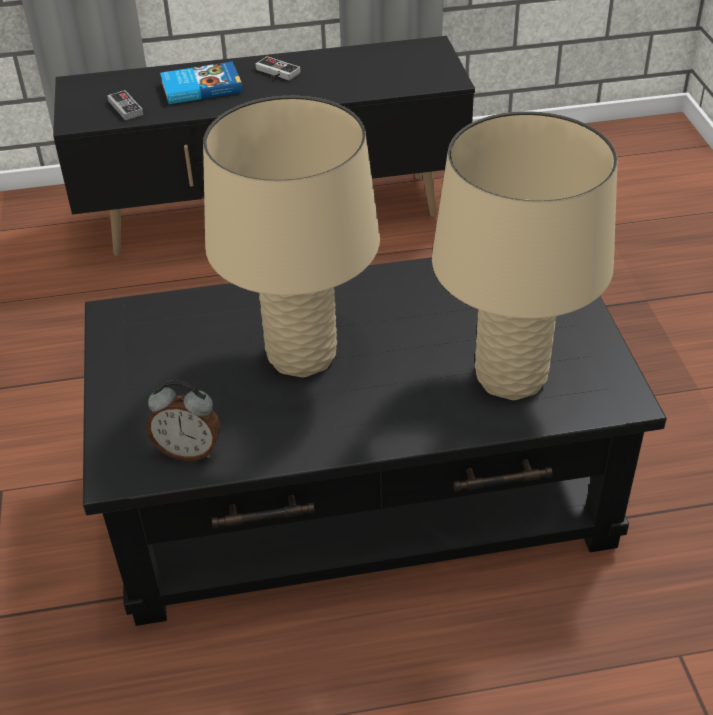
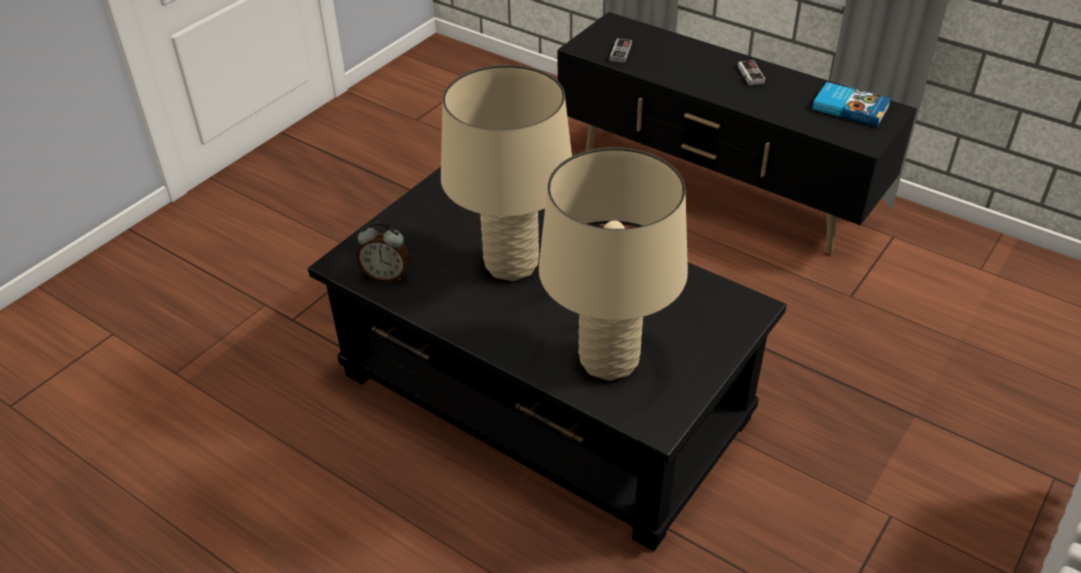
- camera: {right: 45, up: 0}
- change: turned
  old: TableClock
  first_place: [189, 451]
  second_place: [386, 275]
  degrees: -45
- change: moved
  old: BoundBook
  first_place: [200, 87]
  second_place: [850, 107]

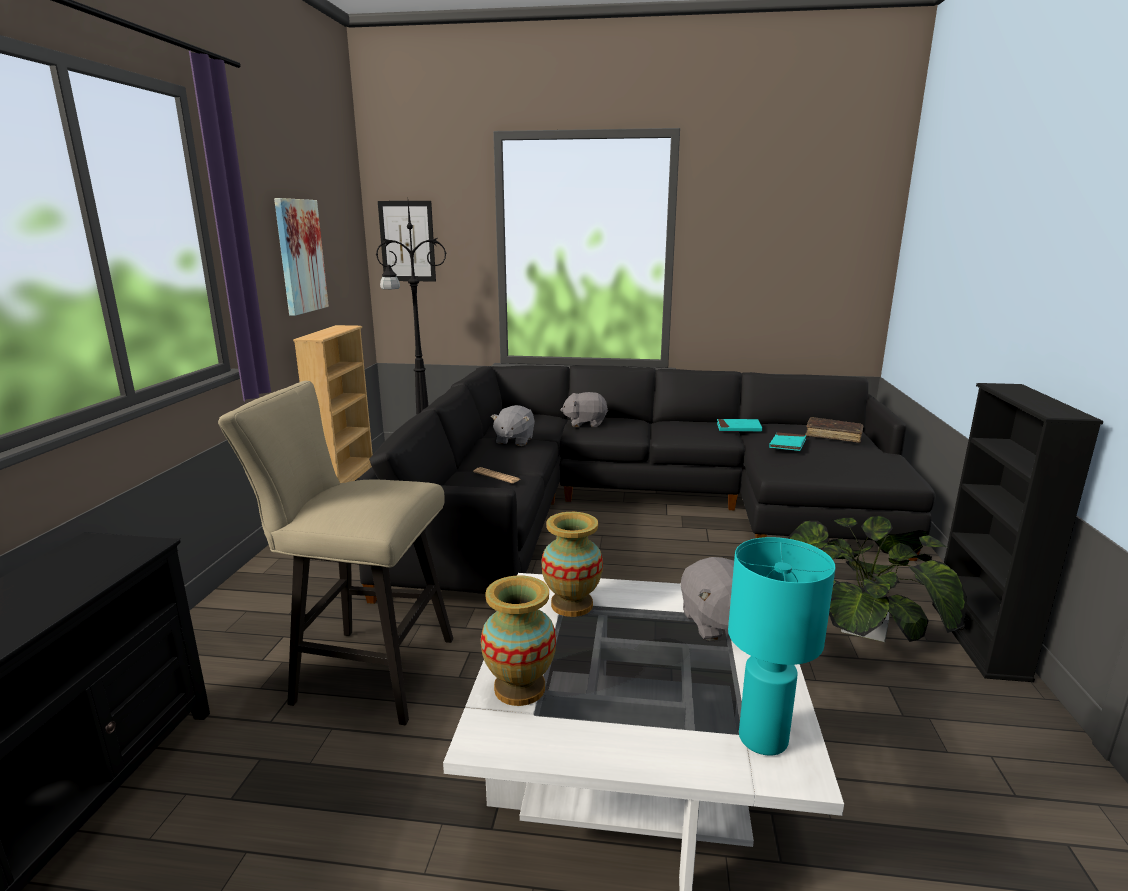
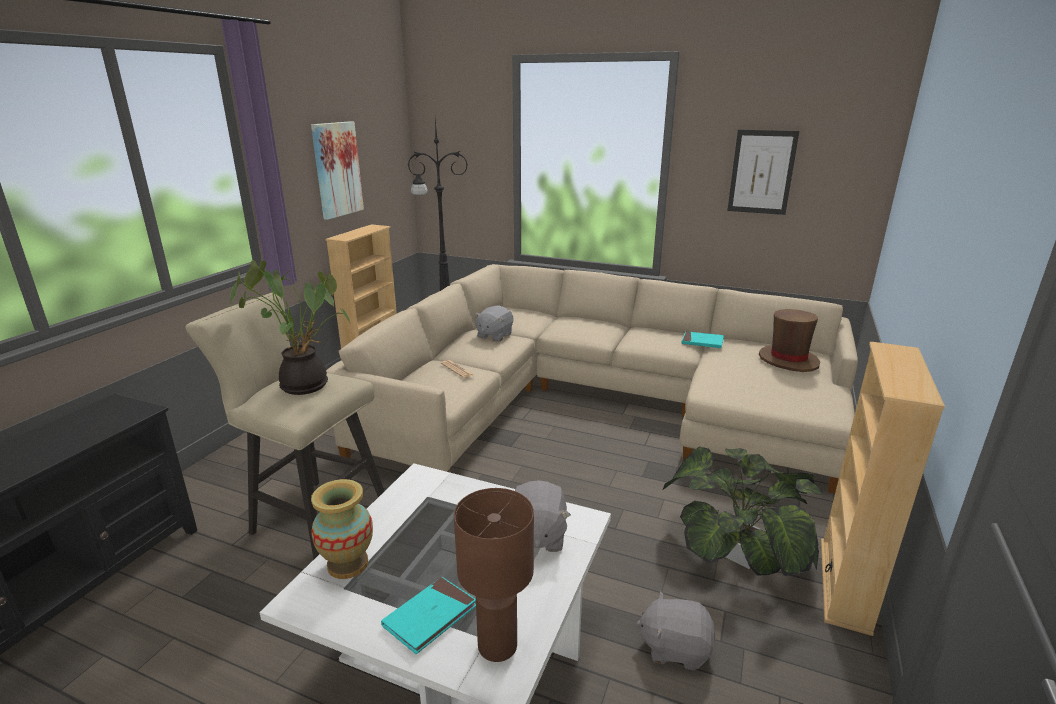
- camera: {right: 15, up: 5}
- change: added
  new: PottedPlant
  second_place: [306, 384]
- change: recoloured
  old: BlackColouredSettee
  new: SandColouredSettee
  first_place: [634, 507]
  second_place: [597, 403]
- change: moved
  old: TurquoiseBoundBook
  first_place: [787, 444]
  second_place: [430, 617]
- change: recoloured
  old: TurquoiseLampForATable
  new: BrownLampForATable
  first_place: [764, 738]
  second_place: [498, 645]
- change: moved
  old: GreyCuddlyToy
  first_place: [585, 423]
  second_place: [675, 647]
- change: moved
  old: WallArt
  first_place: [407, 241]
  second_place: [761, 172]
- change: replaced
  old: BrownBoundBook
  new: BrownClothingHat
  first_place: [833, 435]
  second_place: [788, 360]
- change: recoloured
  old: BlackColouredBookcase
  new: SandColouredBookcase
  first_place: [979, 640]
  second_place: [845, 584]
- change: removed
  old: Vase
  first_place: [571, 605]

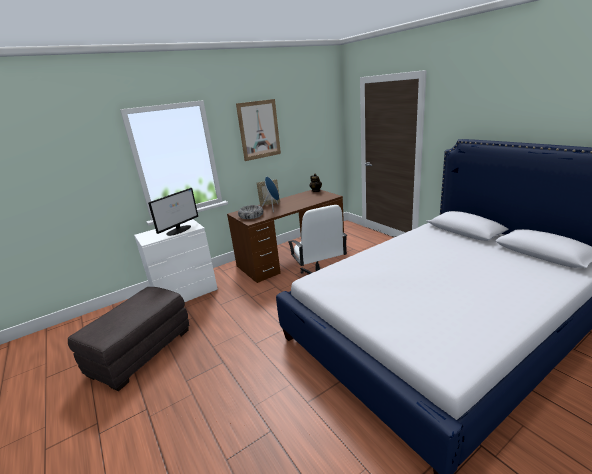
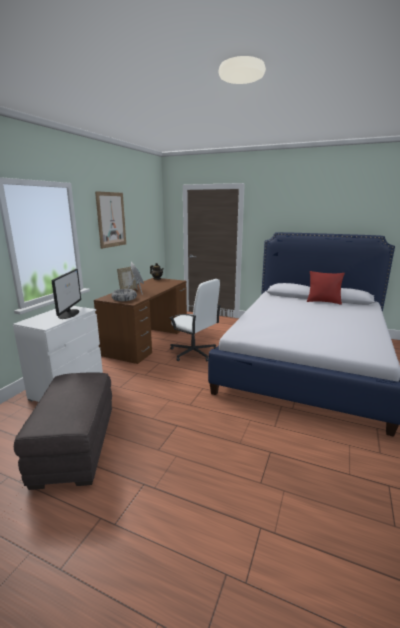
- camera: {right: -35, up: -5}
- change: added
  new: RedPillow
  second_place: [323, 302]

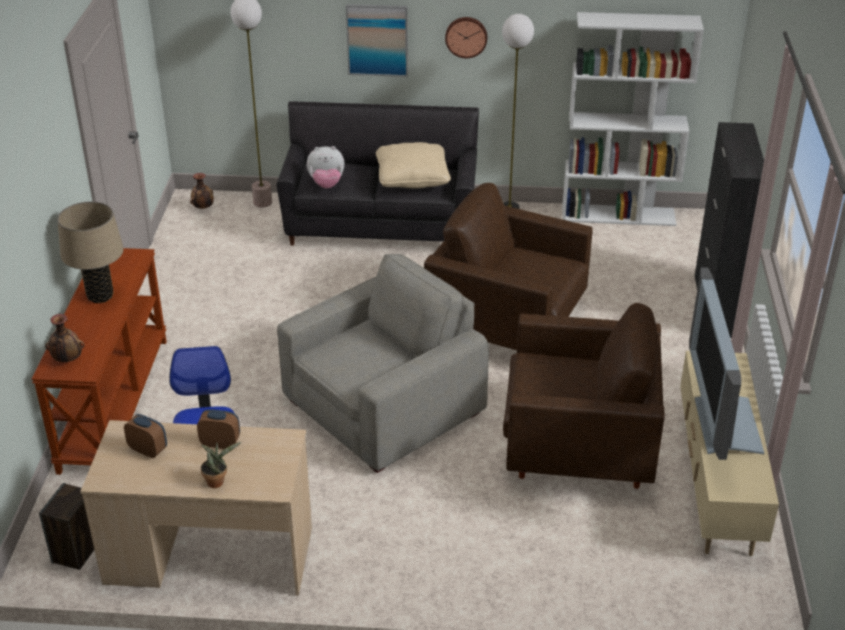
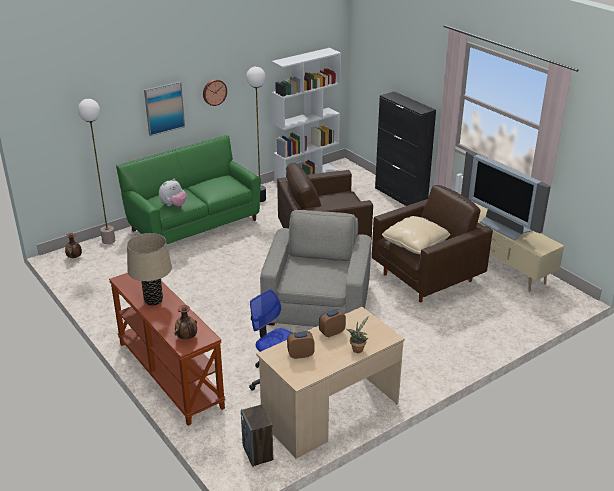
- camera: {right: -40, up: -5}
- change: recoloured
  old: BlackColouredSettee
  new: GreenColouredSettee
  first_place: [381, 225]
  second_place: [194, 225]
- change: moved
  old: SandColouredPillow
  first_place: [412, 178]
  second_place: [415, 243]

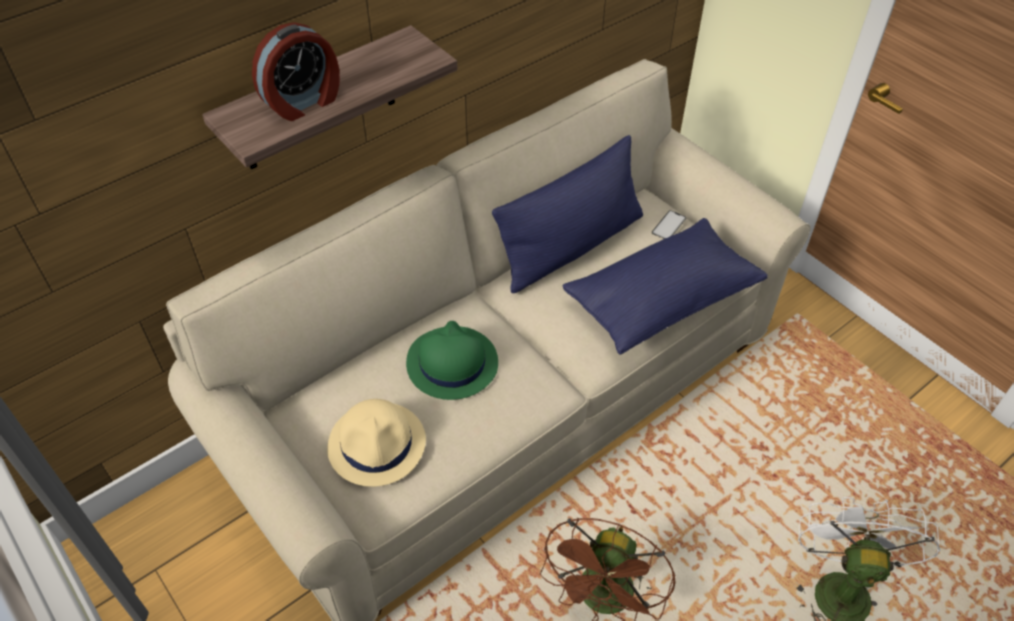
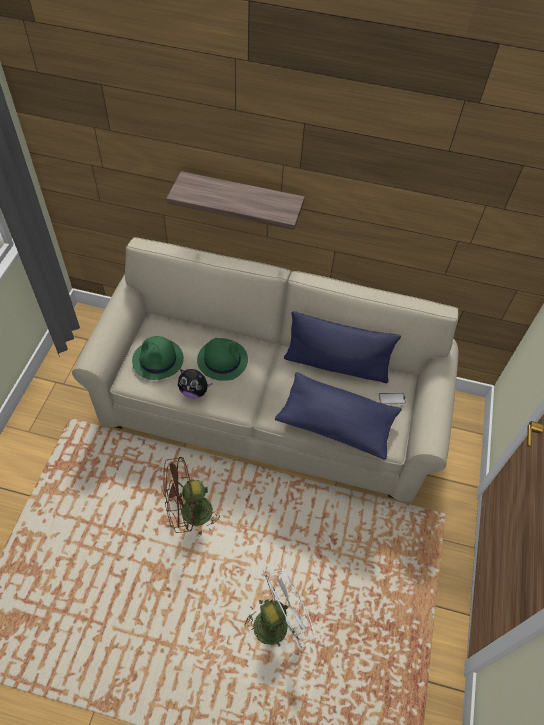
- camera: {right: 50, up: 5}
- change: recoloured
  old: SandColouredClothingHat
  new: GreenColouredClothingHat
  first_place: [378, 444]
  second_place: [158, 360]
- change: added
  new: CuddlyToy
  second_place: [194, 391]
- change: removed
  old: TableClock
  first_place: [303, 102]

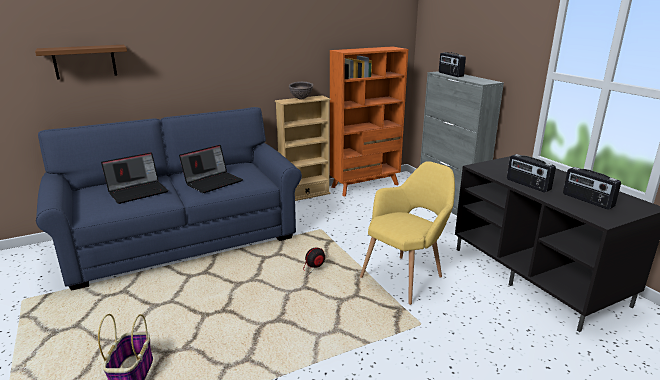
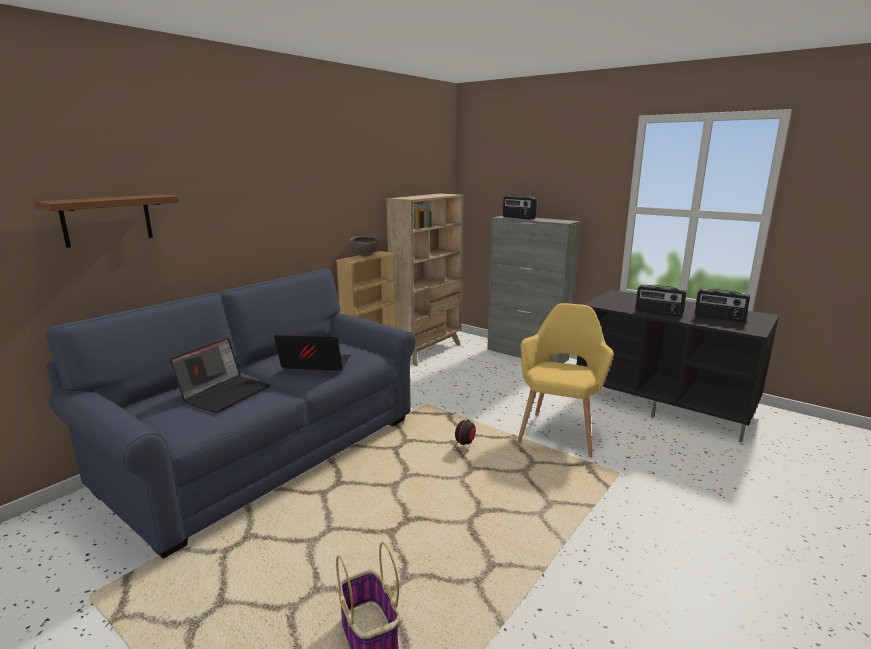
- camera: {right: -25, up: -5}
- change: turned
  old: Laptop
  first_place: [213, 182]
  second_place: [314, 365]
  degrees: -105
- change: recoloured
  old: OrangeColouredBookcase
  new: SandColouredBookcase
  first_place: [365, 186]
  second_place: [428, 351]

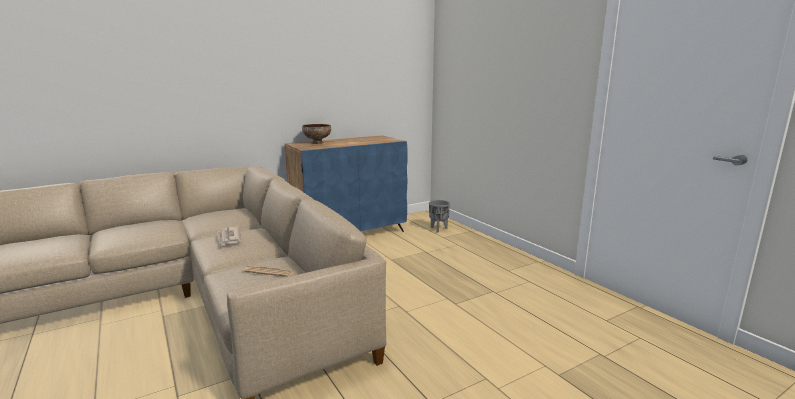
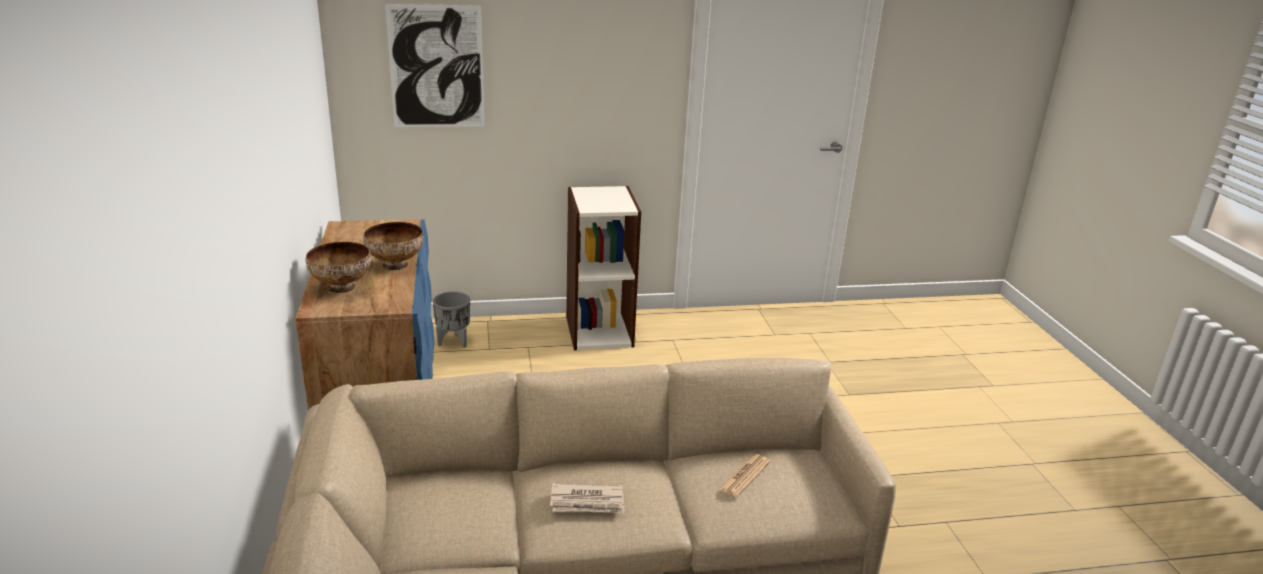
- camera: {right: -70, up: 10}
- change: added
  new: ServingBowl
  second_place: [396, 265]
- change: added
  new: WallArt
  second_place: [436, 67]
- change: added
  new: Bookcase
  second_place: [599, 331]

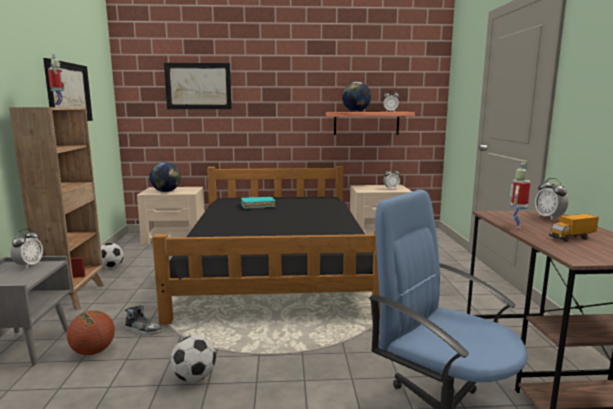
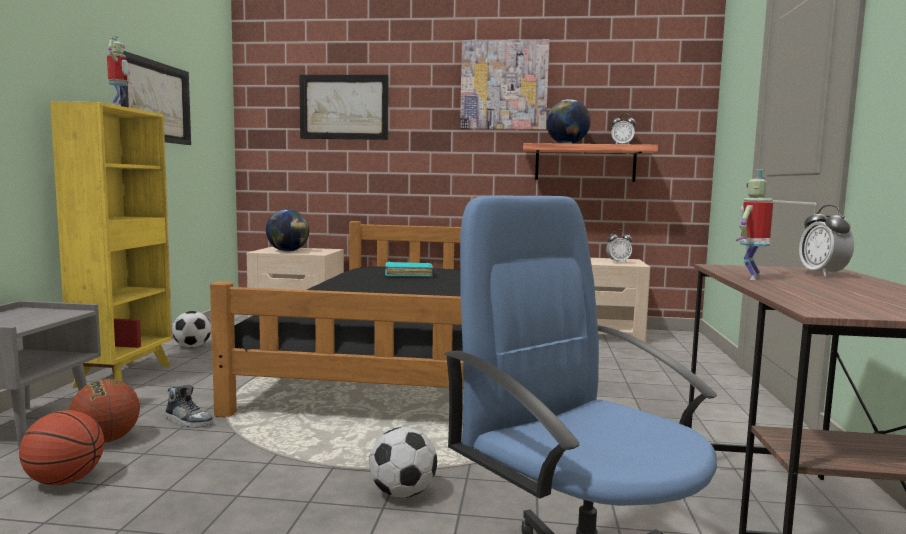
- camera: {right: 10, up: -5}
- change: added
  new: BasketballBall
  second_place: [65, 481]
- change: recoloured
  old: BrownBookcase
  new: YellowColouredBookcase
  first_place: [75, 296]
  second_place: [125, 375]
- change: moved
  old: FootballBall
  first_place: [194, 377]
  second_place: [402, 493]
- change: added
  new: WallArt
  second_place: [504, 85]
- change: removed
  old: TableClock
  first_place: [29, 265]
- change: removed
  old: ToyLorry
  first_place: [571, 238]

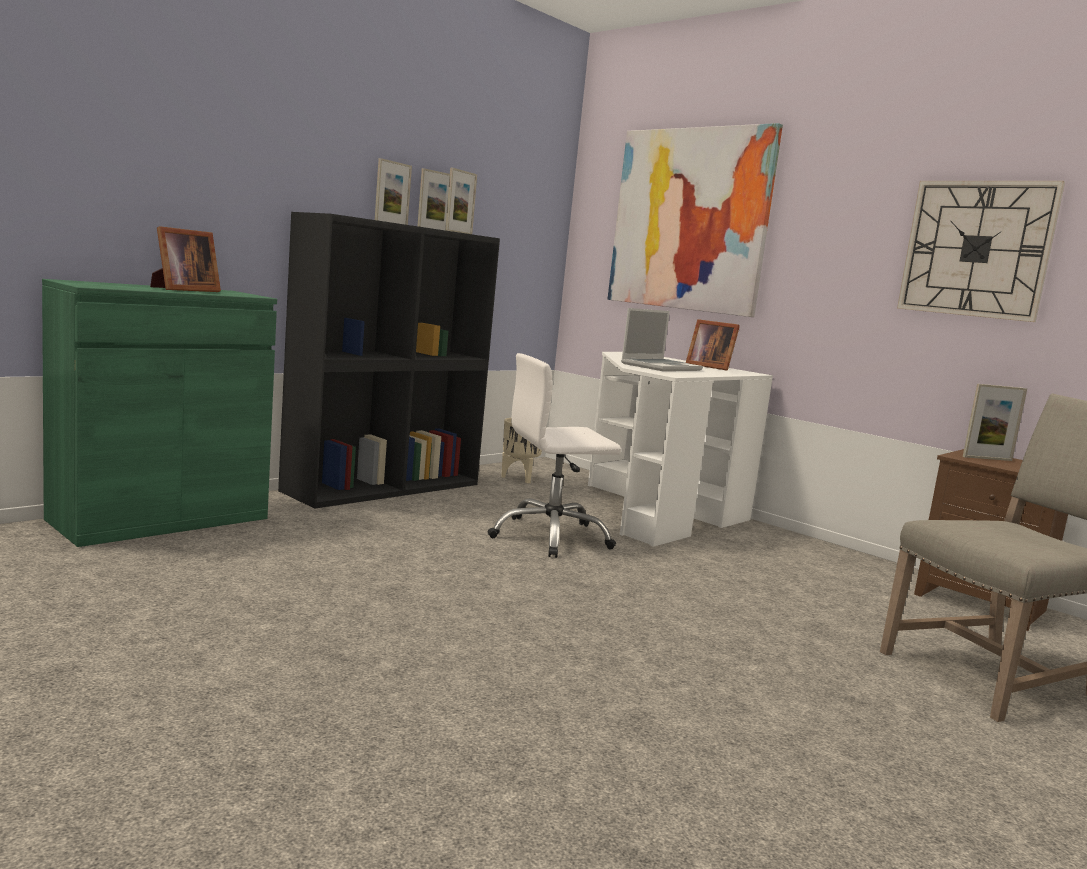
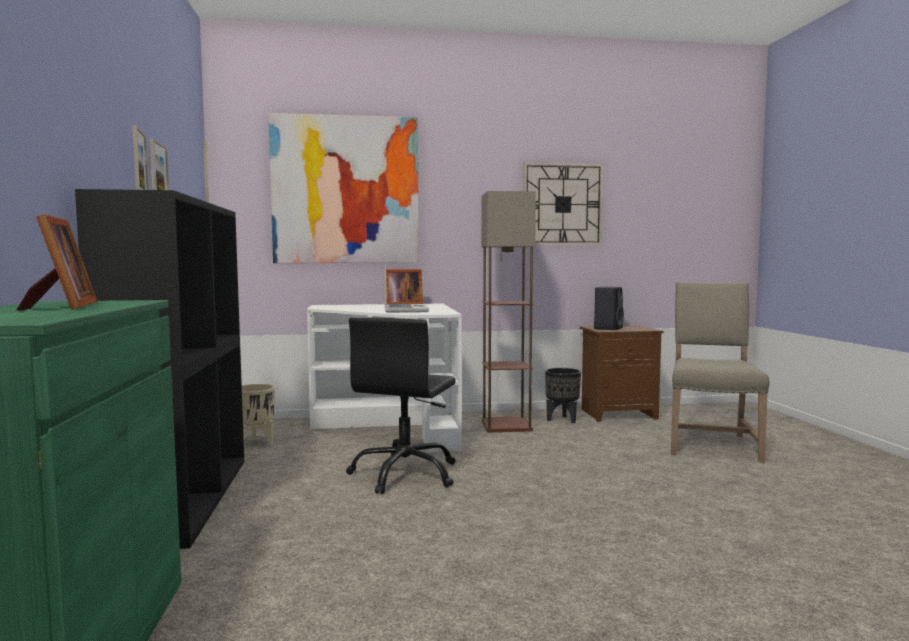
- camera: {right: -50, up: -5}
- change: recoloured
  old: WhitishOfficeChair
  new: BlackColouredOfficeChair
  first_place: [550, 537]
  second_place: [405, 474]
- change: added
  new: StandingLamp
  second_place: [505, 426]
- change: added
  new: BlackColouredPlantPot
  second_place: [561, 419]
- change: replaced
  old: StandingFrame
  new: BlackColouredLoudspeaker
  first_place: [987, 458]
  second_place: [608, 328]

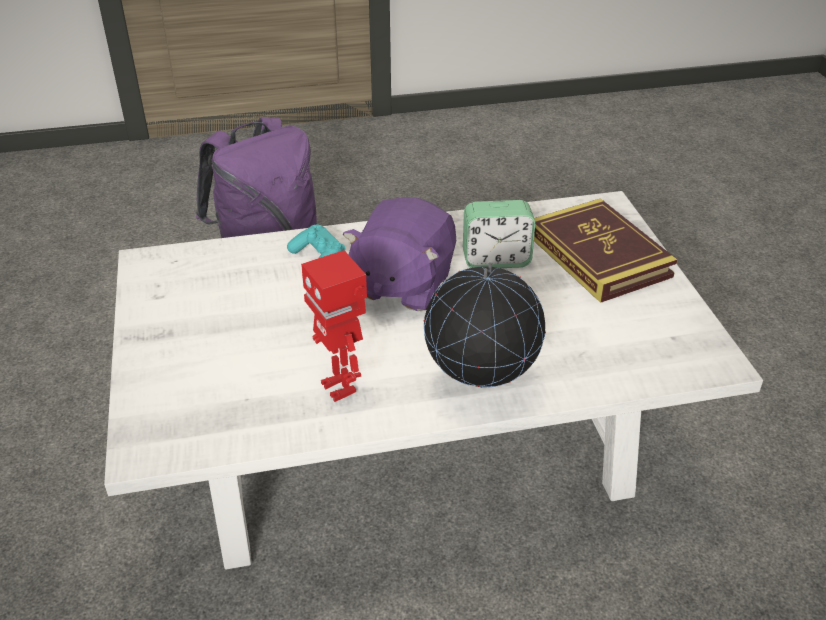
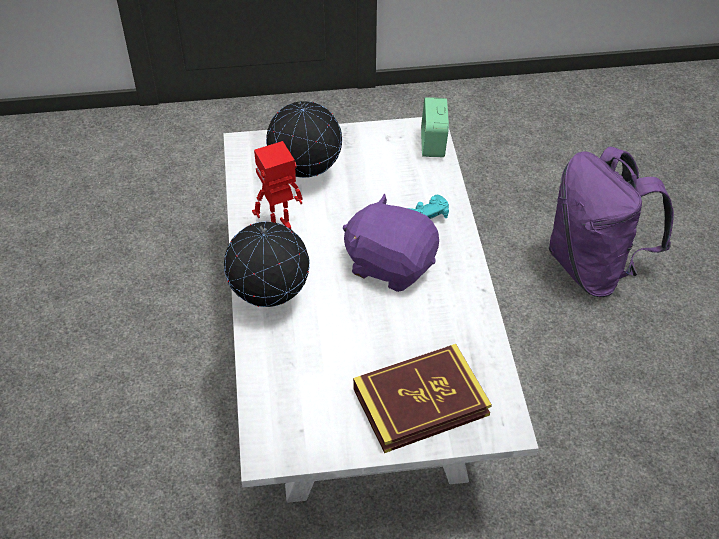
- camera: {right: 95, up: 10}
- change: added
  new: WorldGlobe
  second_place: [306, 175]
- change: moved
  old: TableClock
  first_place: [496, 260]
  second_place: [433, 144]

